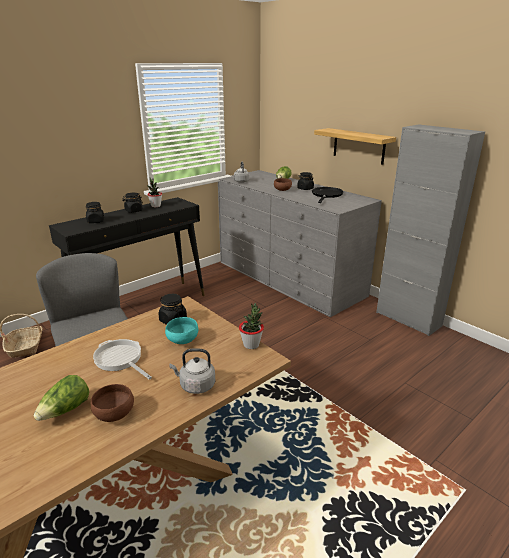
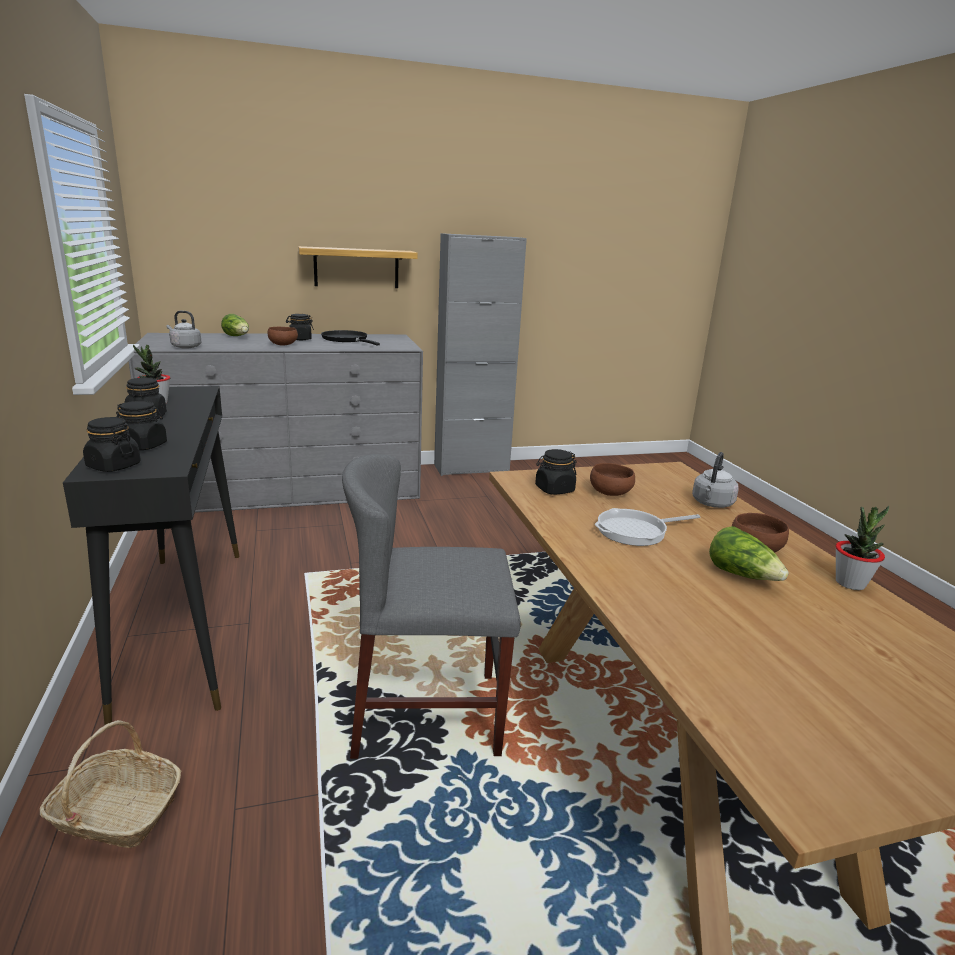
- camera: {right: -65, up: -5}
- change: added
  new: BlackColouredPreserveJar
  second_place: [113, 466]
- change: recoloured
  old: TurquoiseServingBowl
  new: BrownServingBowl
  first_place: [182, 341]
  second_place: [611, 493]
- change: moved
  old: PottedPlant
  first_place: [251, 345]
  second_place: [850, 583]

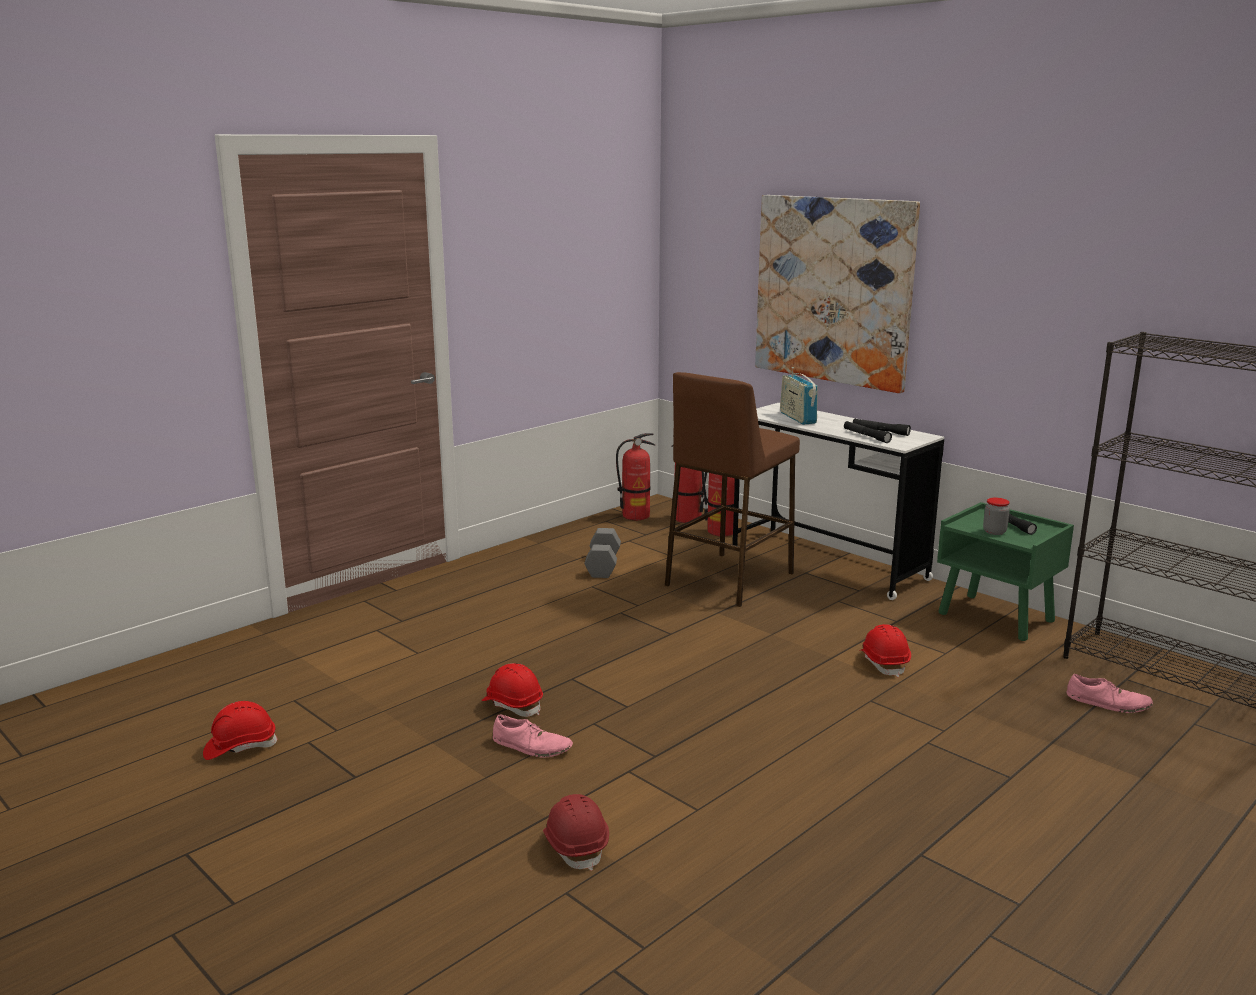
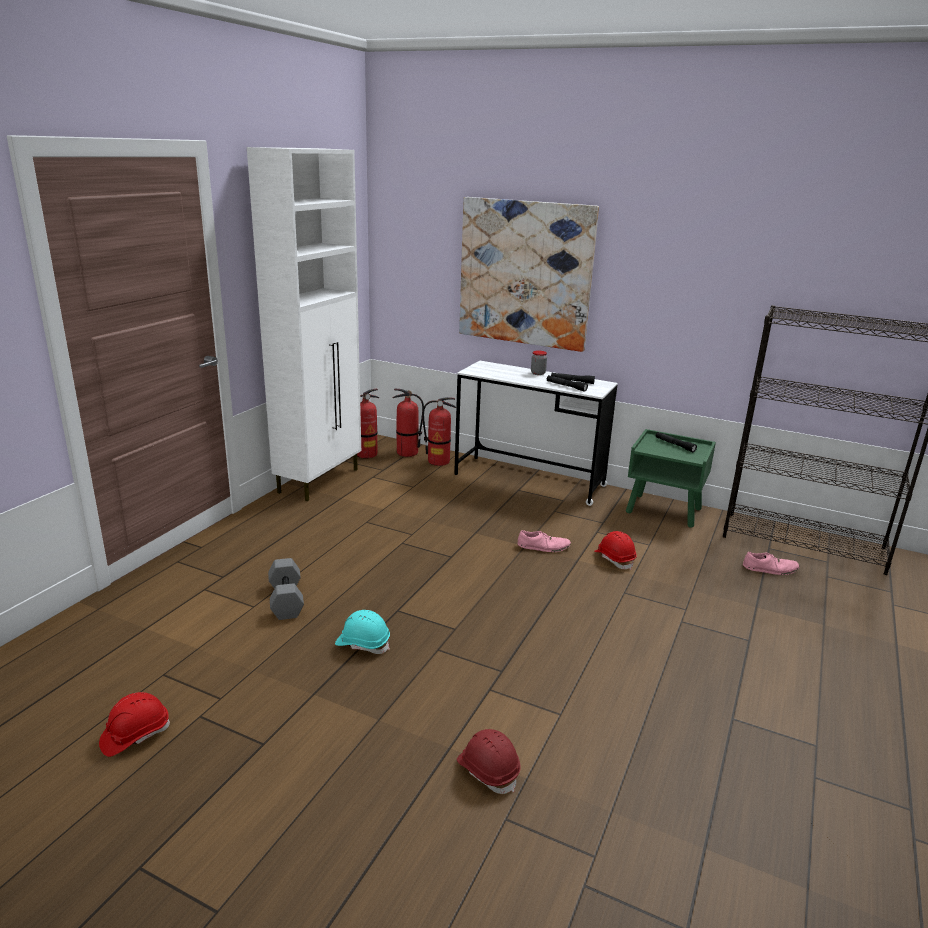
- camera: {right: -20, up: 5}
- change: added
  new: WhitishCabinet
  second_place: [320, 480]
- change: moved
  old: GreyHandWeight
  first_place: [602, 565]
  second_place: [285, 600]
- change: recoloured
  old: RedHardHat
  new: TurquoiseHardHat
  first_place: [513, 705]
  second_place: [363, 644]
- change: moved
  old: PinkLowShoe
  first_place: [532, 746]
  second_place: [543, 547]
- change: moved
  old: PreserveJar
  first_place: [994, 532]
  second_place: [538, 373]
- change: removed
  old: BrownStoolSeat
  first_place: [729, 579]
- change: removed
  old: RadioSet
  first_place: [797, 418]

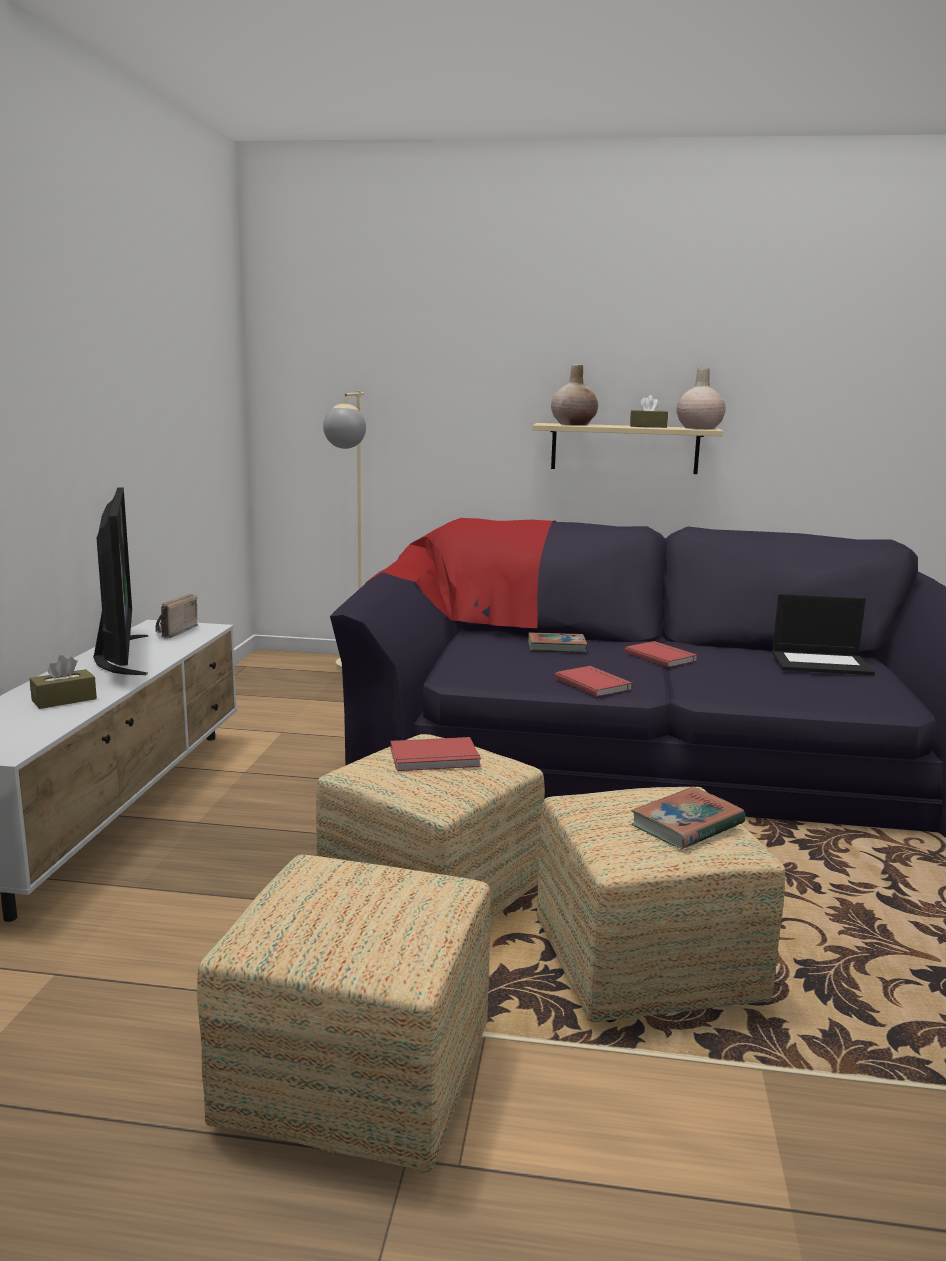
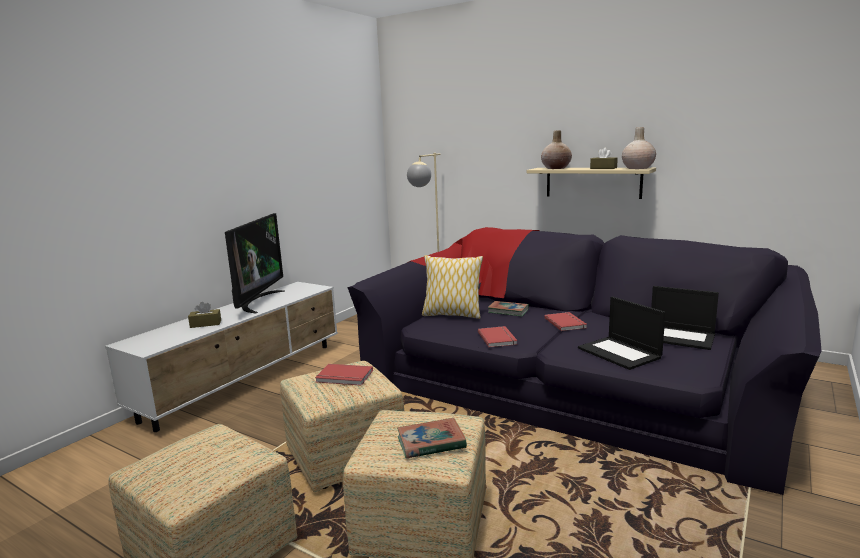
- camera: {right: 25, up: 0}
- change: added
  new: Pillow
  second_place: [452, 315]
- change: added
  new: Laptop
  second_place: [620, 353]
- change: removed
  old: RadioSet
  first_place: [172, 632]

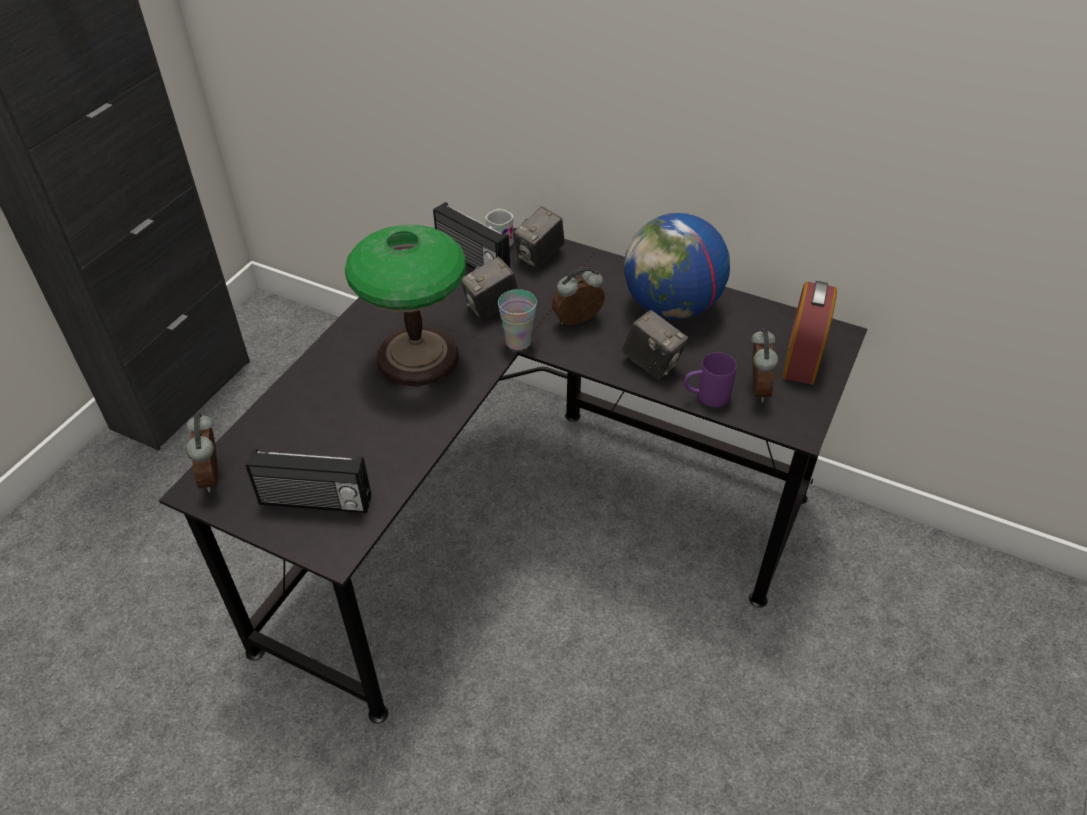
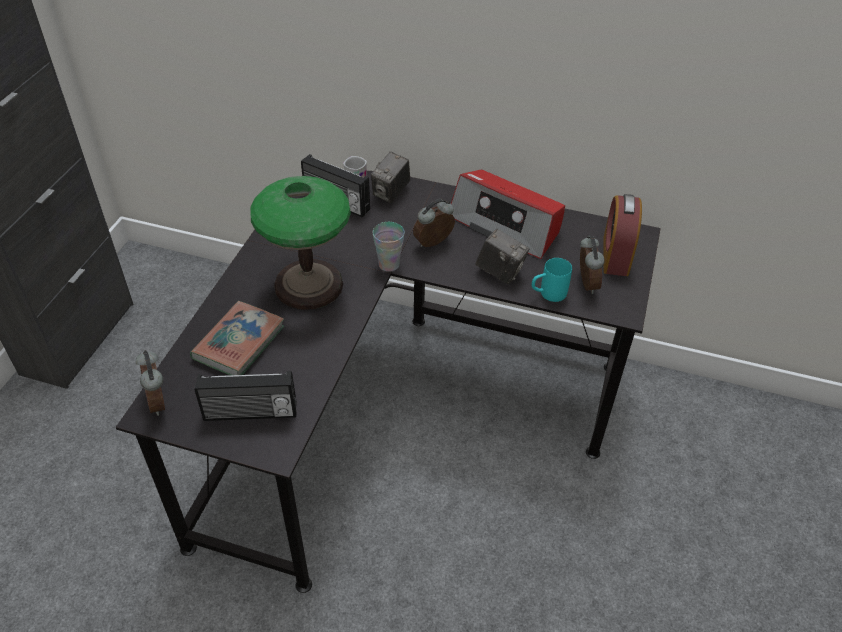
- camera: {right: -10, up: 0}
- change: added
  new: BoundBook
  second_place: [239, 343]
- change: replaced
  old: WorldGlobe
  new: RadioSet
  first_place: [671, 307]
  second_place: [506, 225]
- change: recoloured
  old: PurpleCoffeeMug
  new: TurquoiseCoffeeMug
  first_place: [705, 397]
  second_place: [547, 294]
- change: removed
  old: PhotoCamera
  first_place: [491, 308]

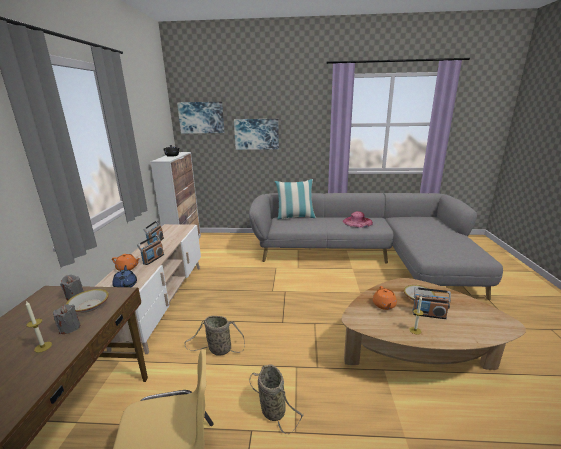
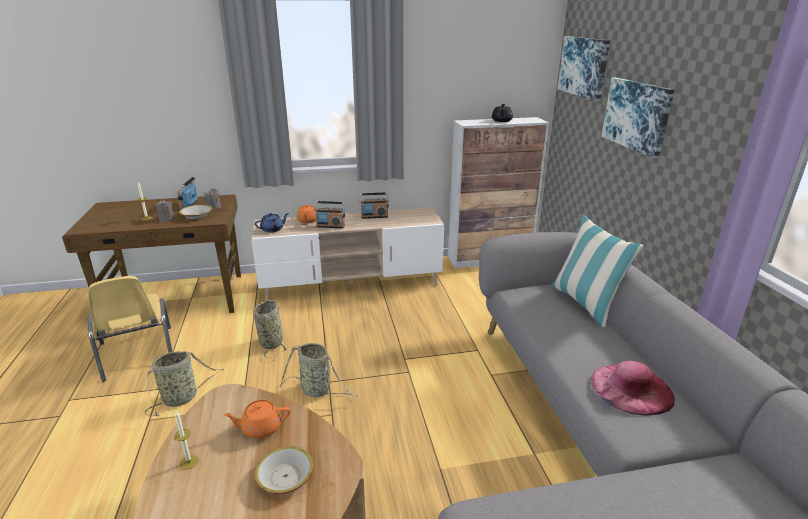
- camera: {right: 75, up: 5}
- change: moved
  old: RadioSet
  first_place: [428, 314]
  second_place: [189, 205]
- change: added
  new: HouseholdBasket
  second_place: [318, 390]

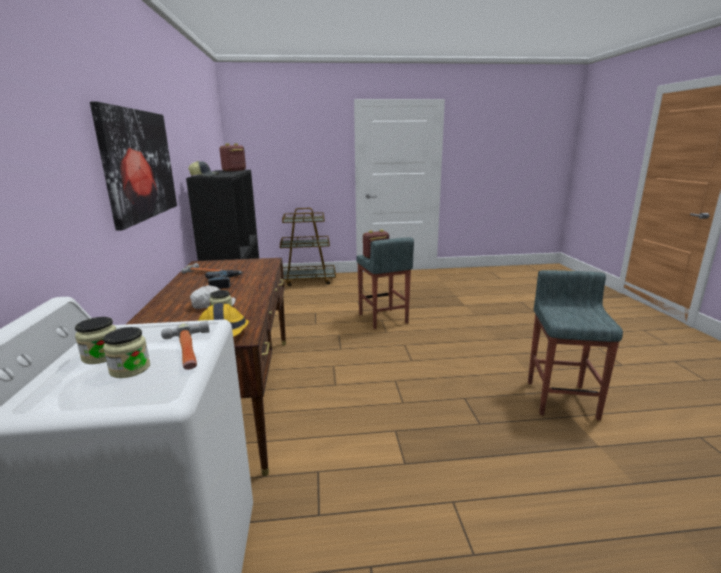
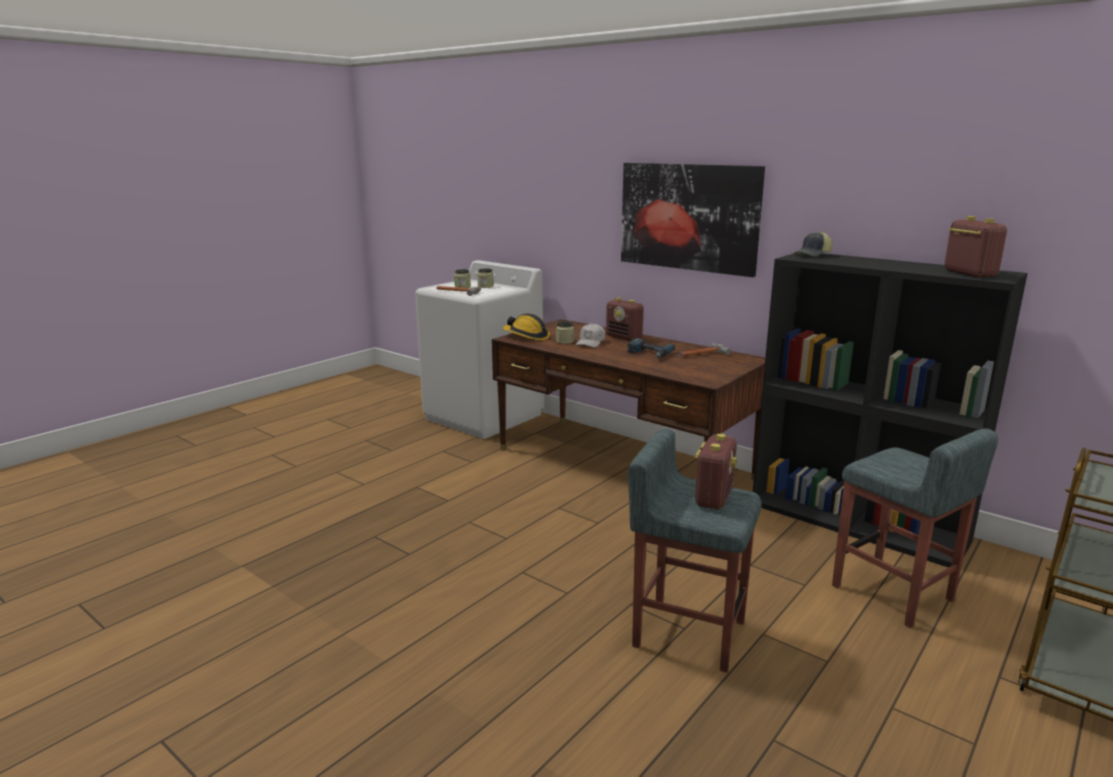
- camera: {right: 135, up: 0}
- change: added
  new: RadioSet
  second_place: [624, 337]
- change: moved
  old: GreyStoolSeat
  first_place: [561, 399]
  second_place: [893, 594]

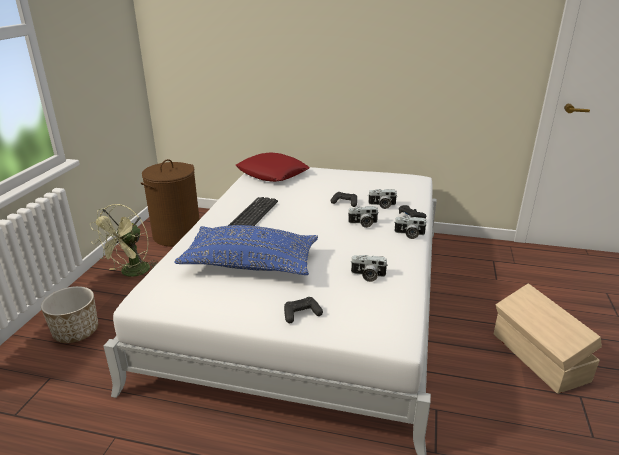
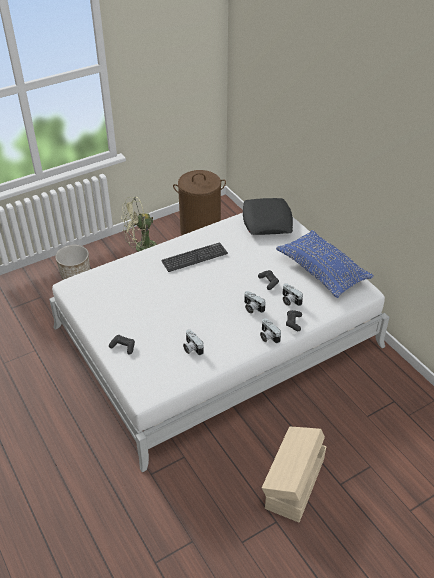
- camera: {right: 45, up: 15}
- change: recoloured
  old: RedPillow
  new: BlackColouredPillow
  first_place: [272, 173]
  second_place: [267, 221]
- change: moved
  old: BlueColouredPillow
  first_place: [250, 263]
  second_place: [322, 271]

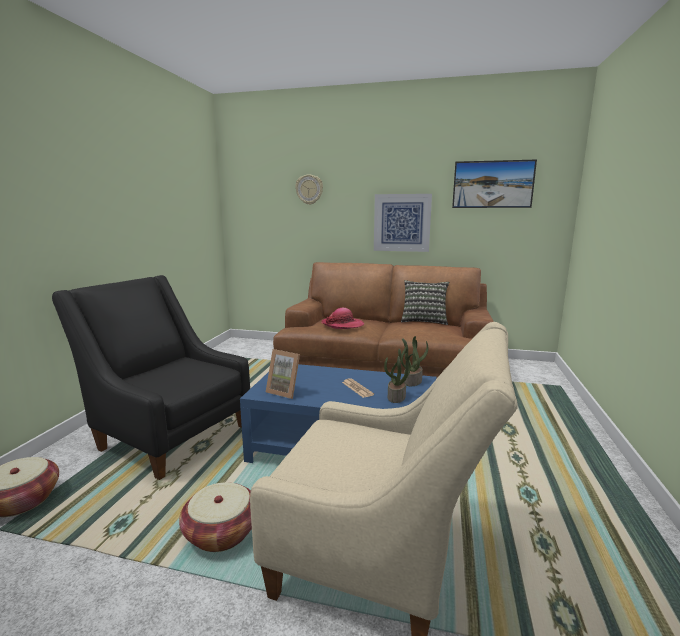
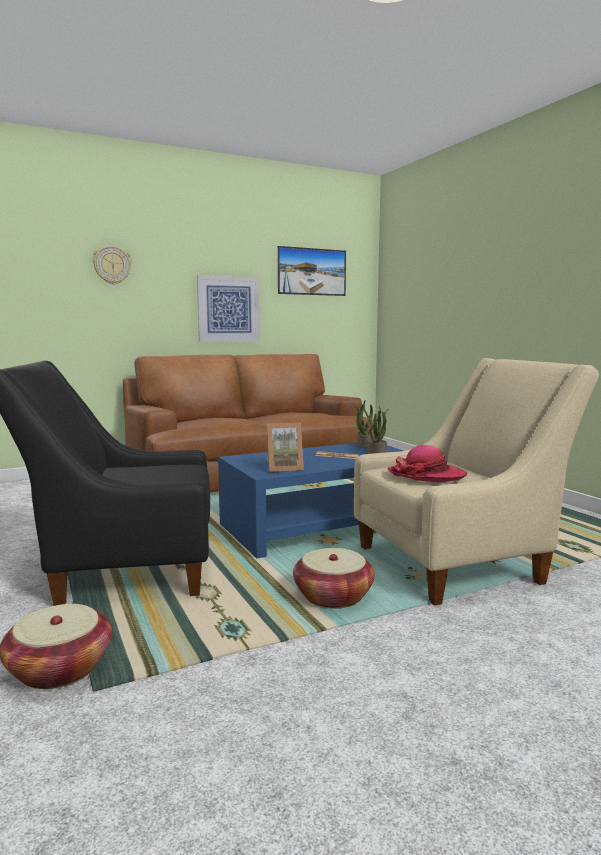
- camera: {right: -40, up: -5}
- change: moved
  old: ClothingHat
  first_place: [342, 325]
  second_place: [426, 475]
- change: removed
  old: Pillow
  first_place: [424, 321]

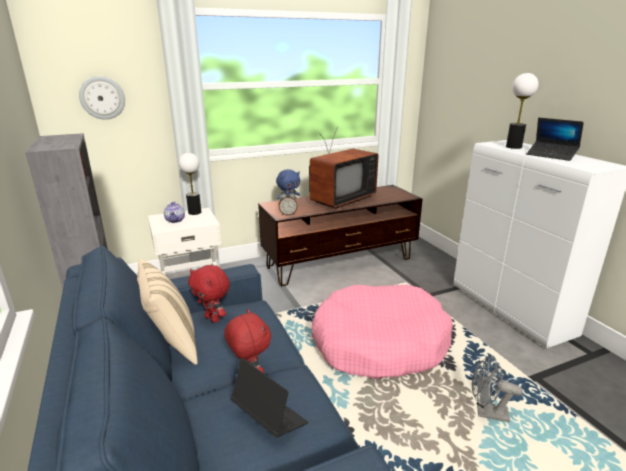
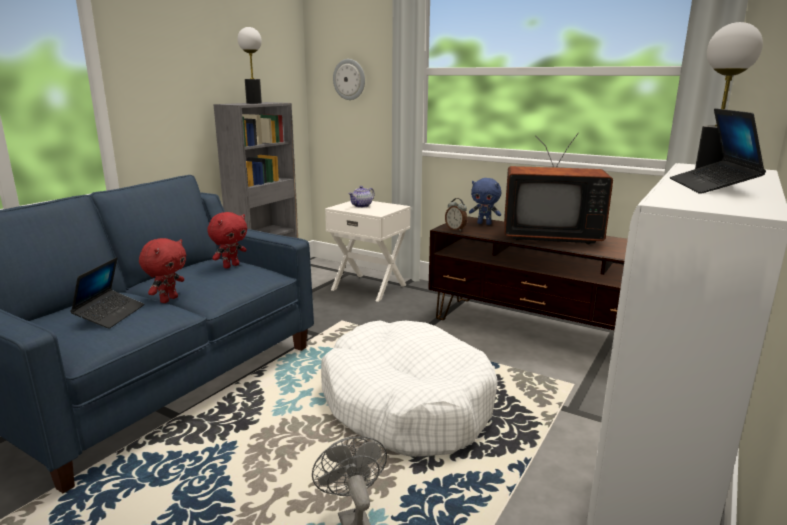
- camera: {right: 55, up: -5}
- change: turned
  old: RedCuddlyToy
  first_place: [213, 318]
  second_place: [231, 266]
  degrees: -150
- change: moved
  old: LampForATable
  first_place: [194, 212]
  second_place: [253, 103]
- change: recoloured
  old: PinkDogCushion
  new: WhitishDogCushion
  first_place: [379, 343]
  second_place: [406, 404]
- change: removed
  old: SandColouredPillow
  first_place: [171, 344]

